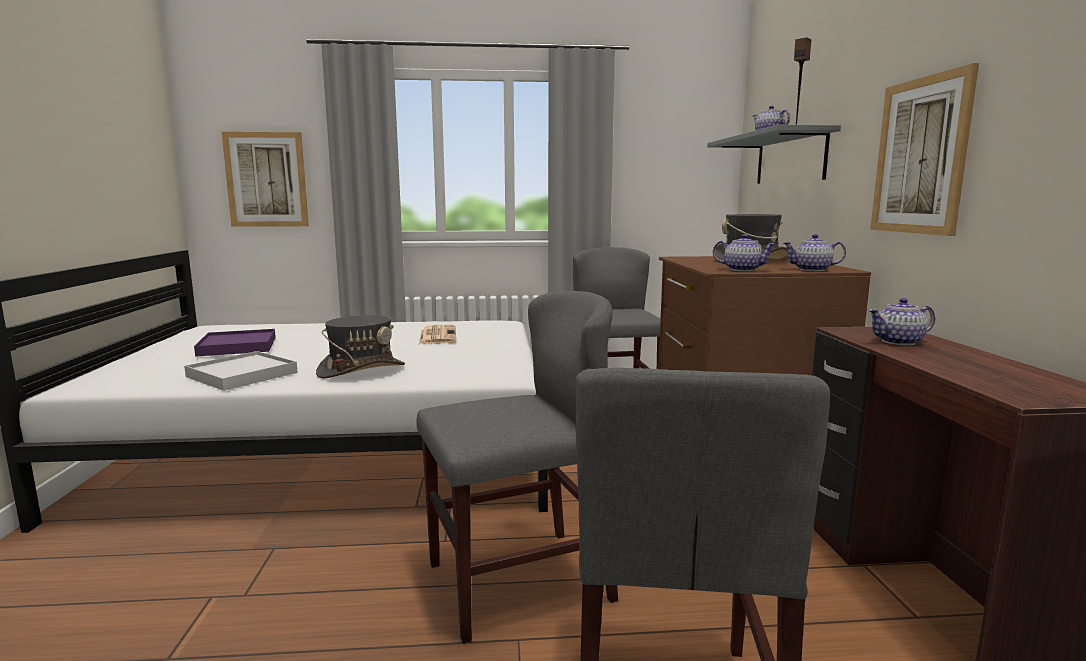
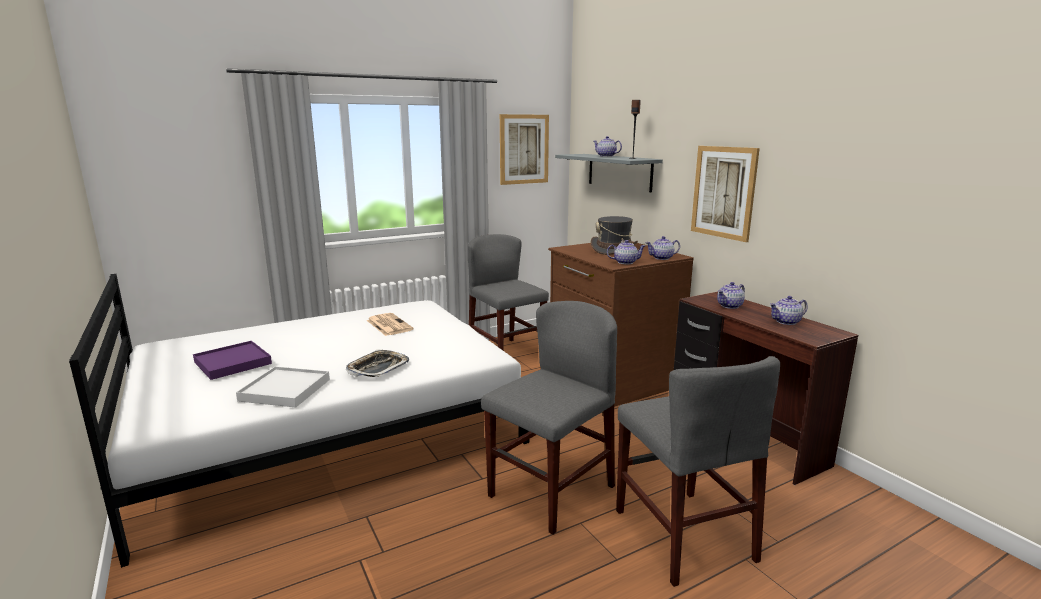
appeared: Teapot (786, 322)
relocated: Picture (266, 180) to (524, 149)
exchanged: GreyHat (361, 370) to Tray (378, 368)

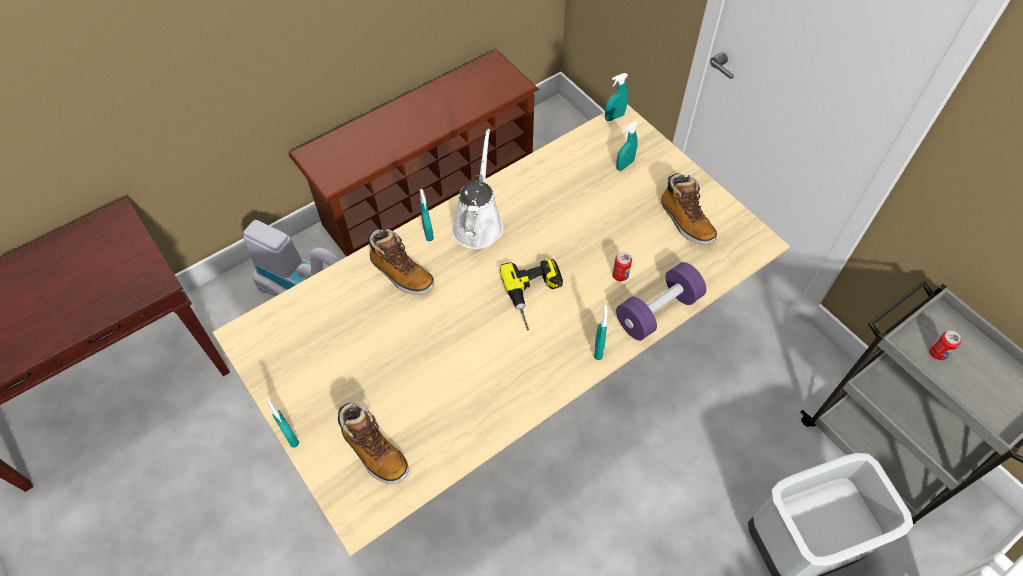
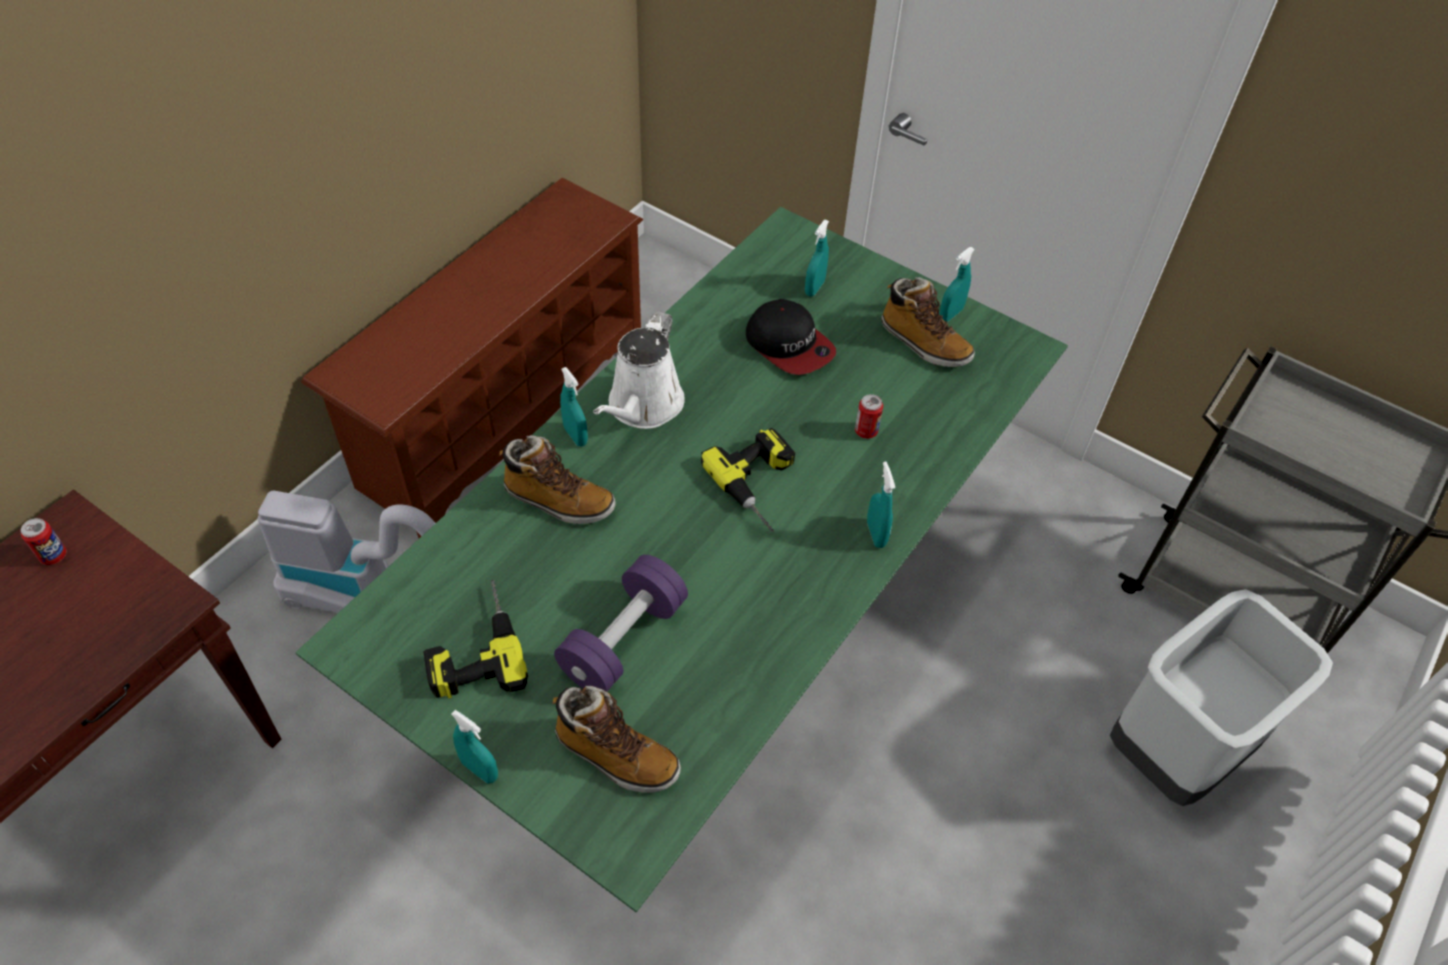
appeared: PowerDrill (472, 646); Cap (789, 345)
relocated: TurquoiseSprayBottle (614, 117) to (950, 314); PurpleDumbbell (658, 311) to (623, 640); Can (937, 353) to (53, 556)
colour: BeigeDiningTable (511, 377) to GreenDiningTable (716, 634)
spun: WhiteWateringCan (478, 223) = (642, 407) 150 degrees counterclockwise

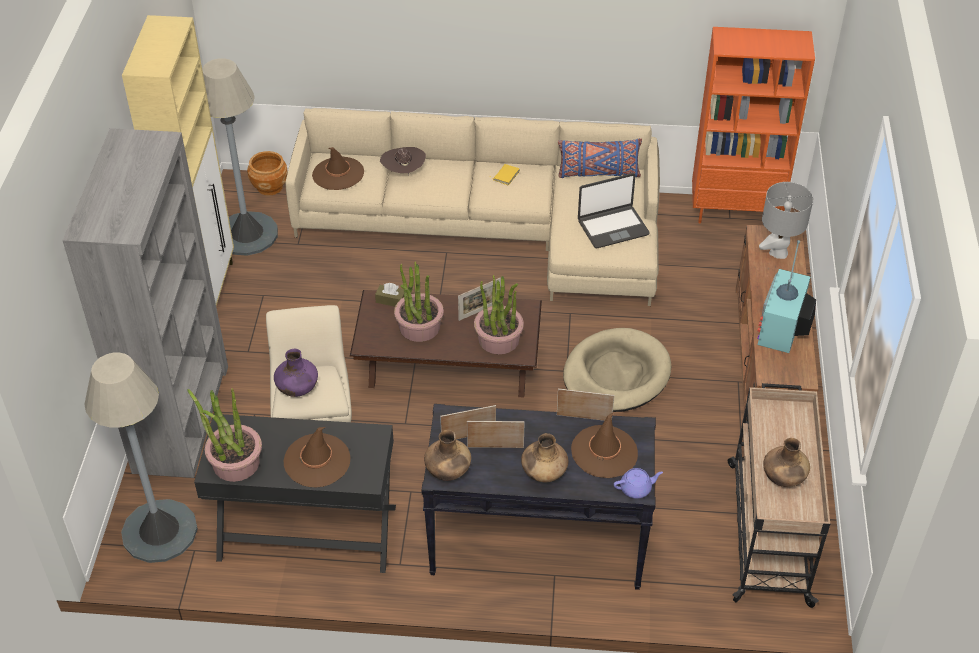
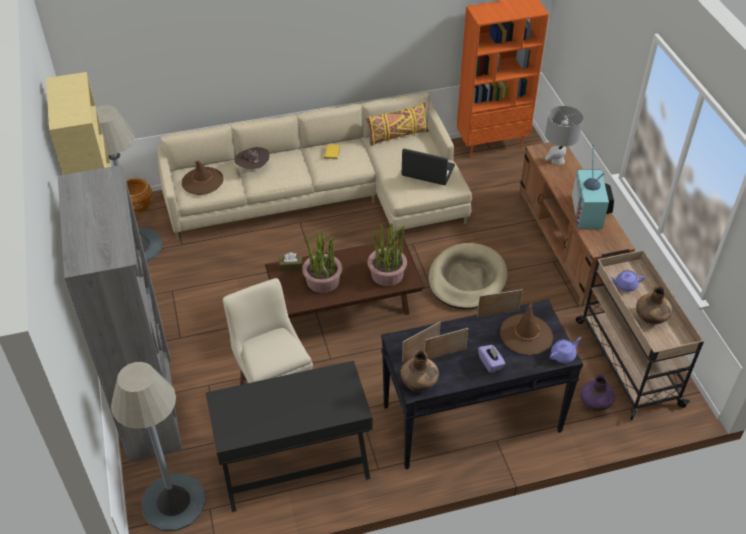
missing: PottedPlant (235, 462); BrownHat (317, 461); PictureFrame (479, 311)
appeared: PurpleTeapot (625, 285)
relocated: PurpleVase (297, 389) to (595, 403)
exchanged: BrownVase (543, 472) to PurpleTissueBox (490, 363)
colour: BluePillow (598, 173) to YellowPillow (397, 136)
spun: Laptop (612, 227) = (428, 171) 120 degrees counterclockwise

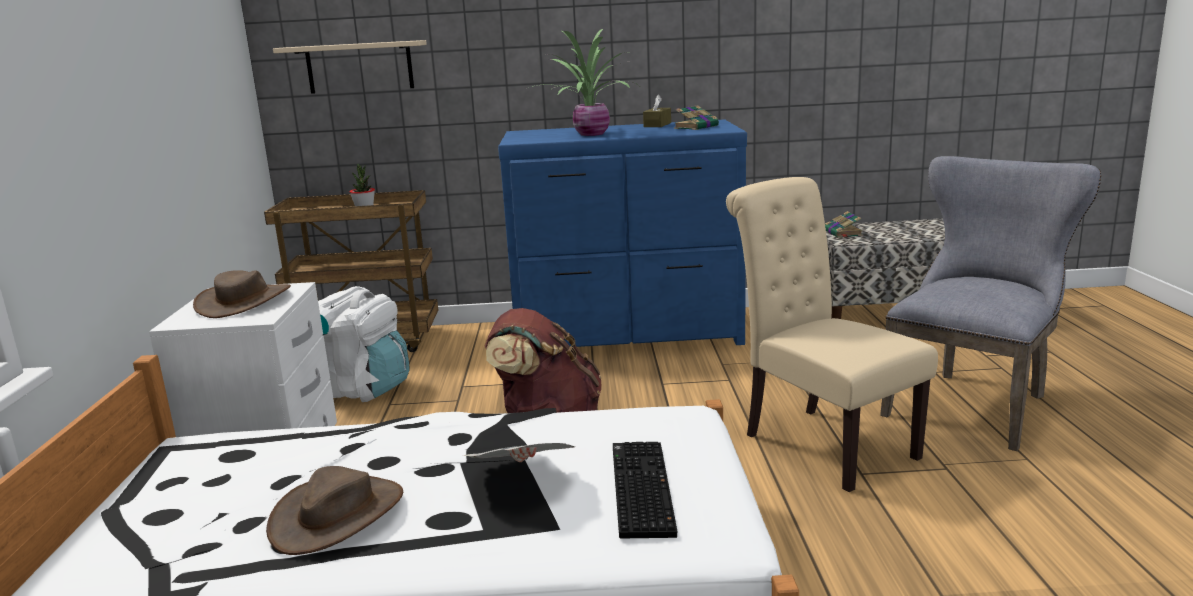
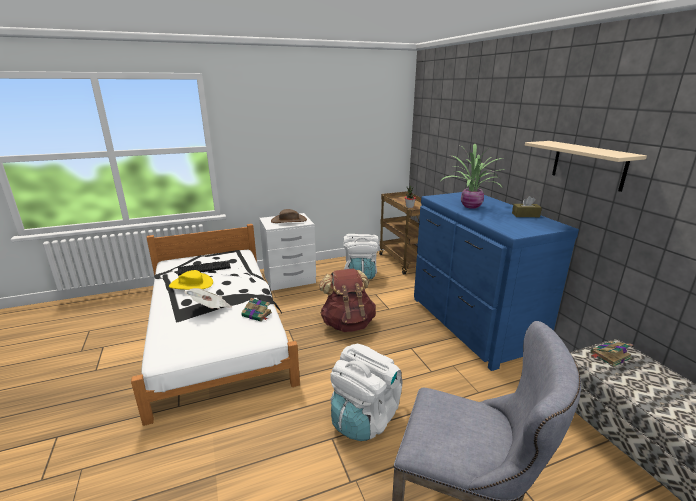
relocated: BeigeShelf (359, 67) to (588, 165); Keyboard (638, 488) to (205, 268); Book (697, 127) to (257, 315)
exchanged: BeigeChair (821, 442) to WhiteBackpack (364, 418)
colour: BrownHat (337, 515) to YellowHat (191, 284)

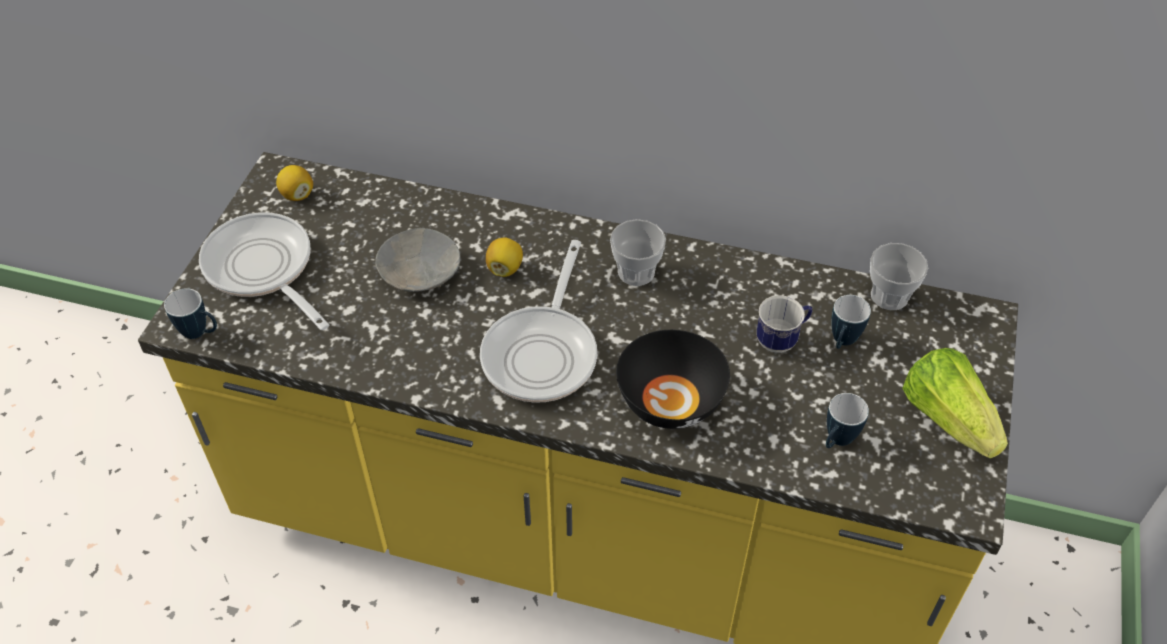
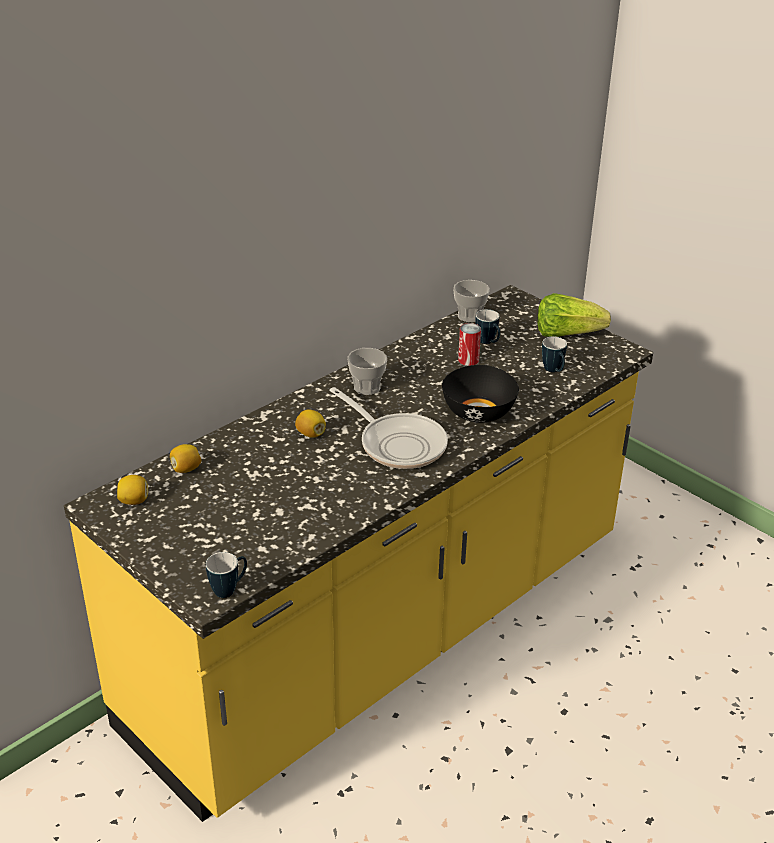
missing: FryingPan (263, 269); GreyBowl (419, 273)
appeared: Lemon (186, 469)
exchanged: Mug (781, 340) to Can (468, 360)

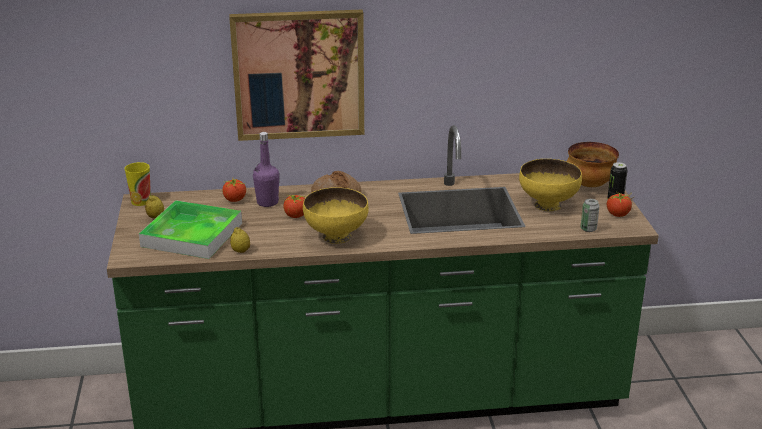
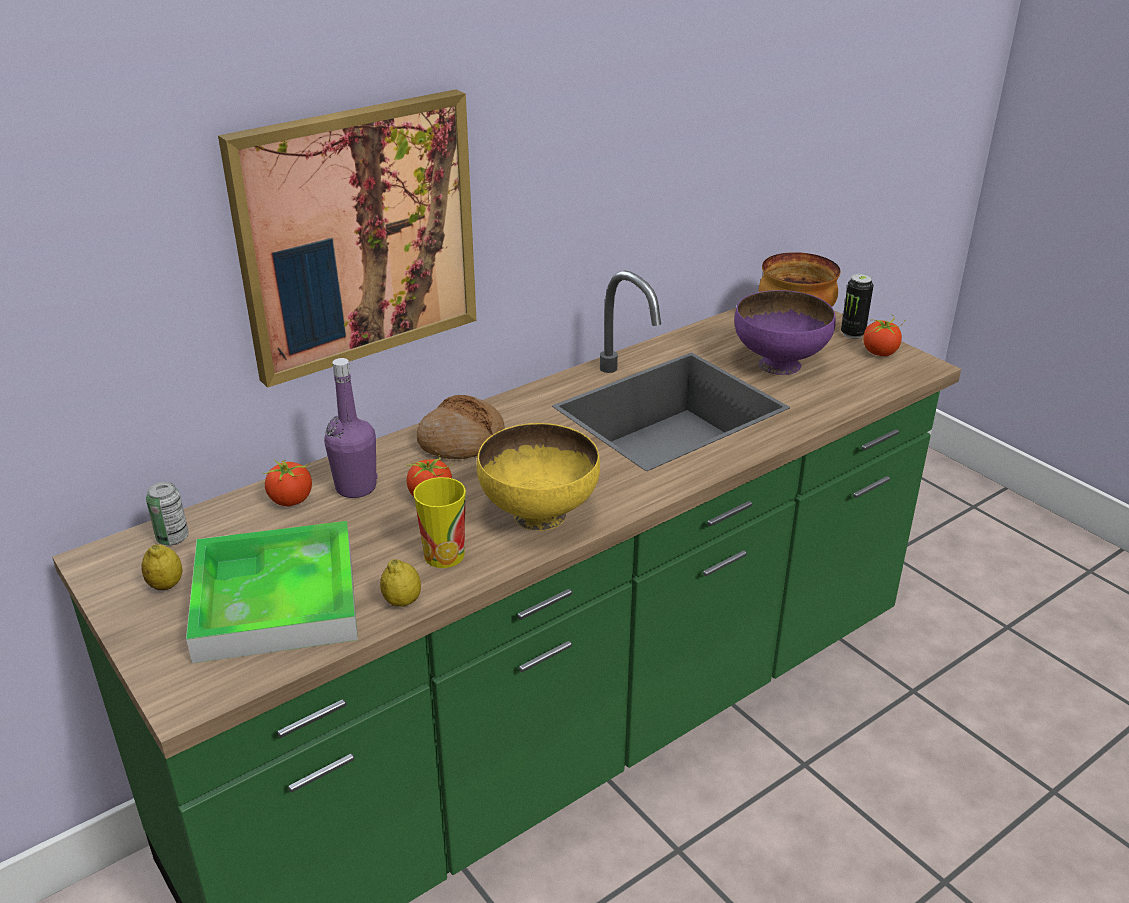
relocated: Cup (141, 201) to (444, 555); Can (588, 229) to (172, 538)
colour: YellowBowl (548, 205) to PurpleBowl (779, 364)

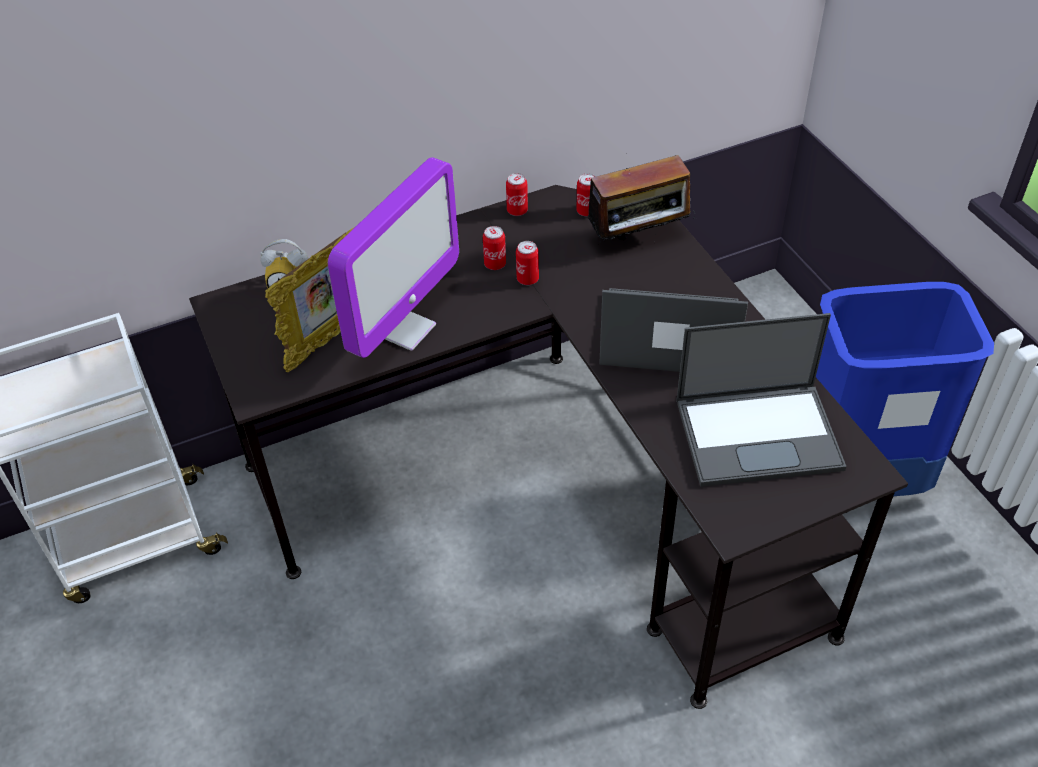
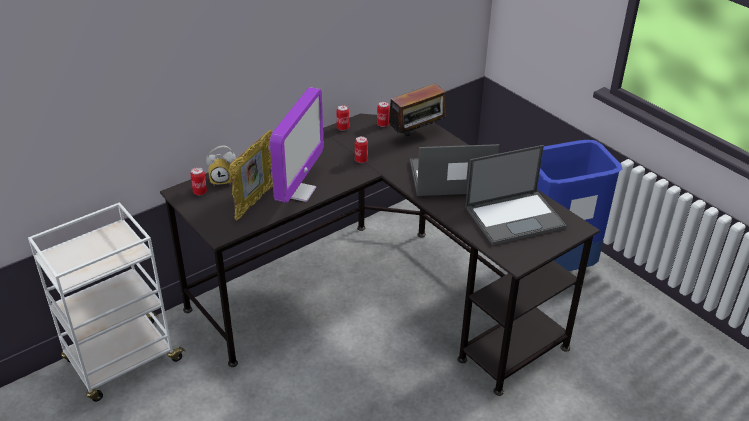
relocated: Can (495, 264) to (200, 192)

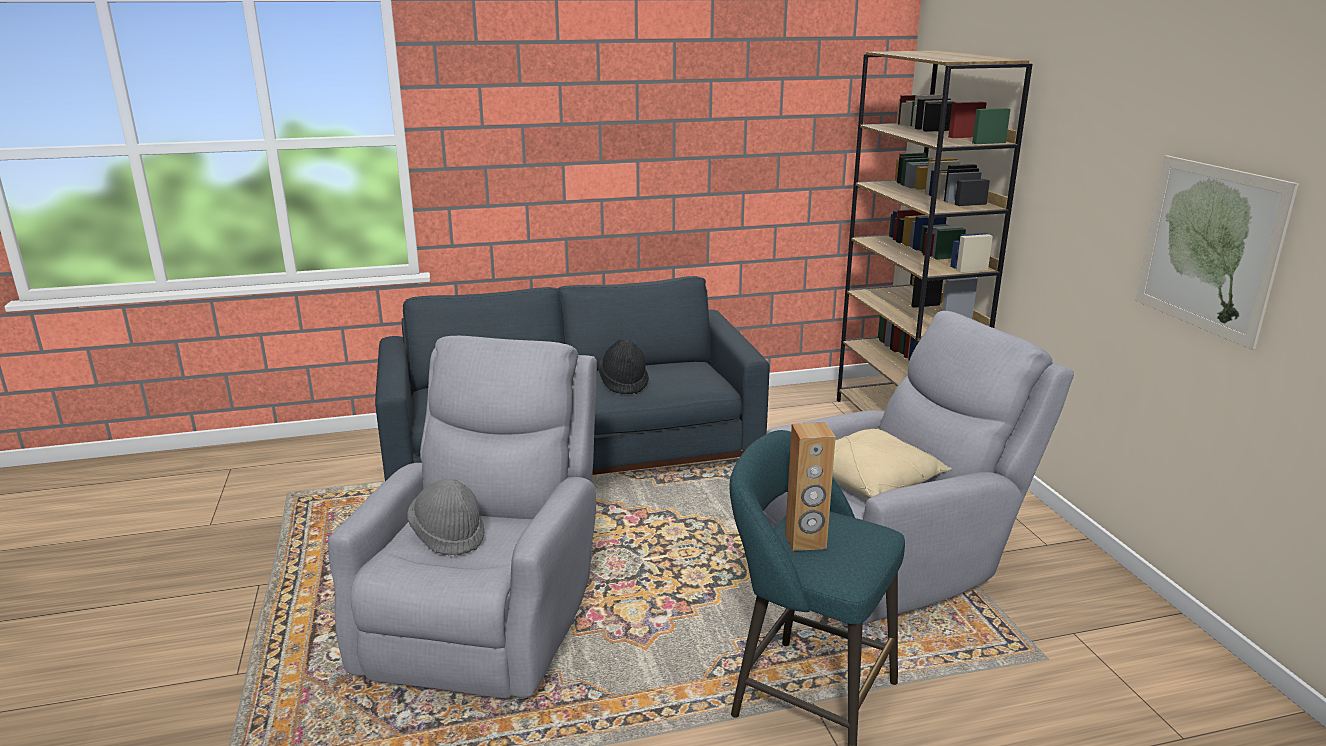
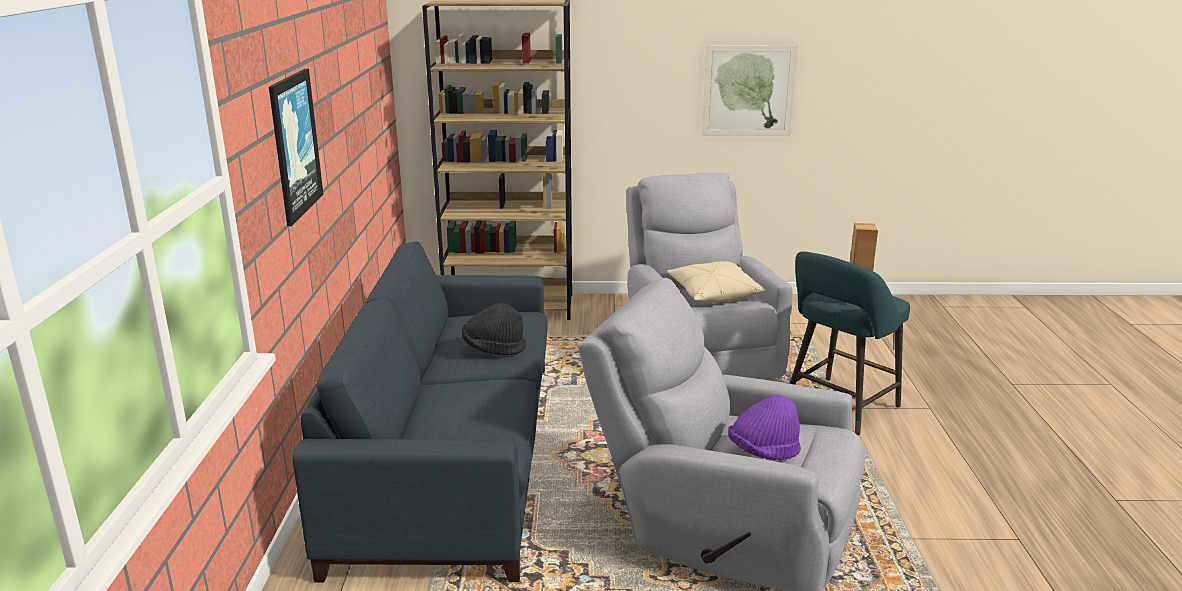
appeared: Picture (294, 145)
colour: GreyHat (448, 535) to PurpleHat (763, 452)

